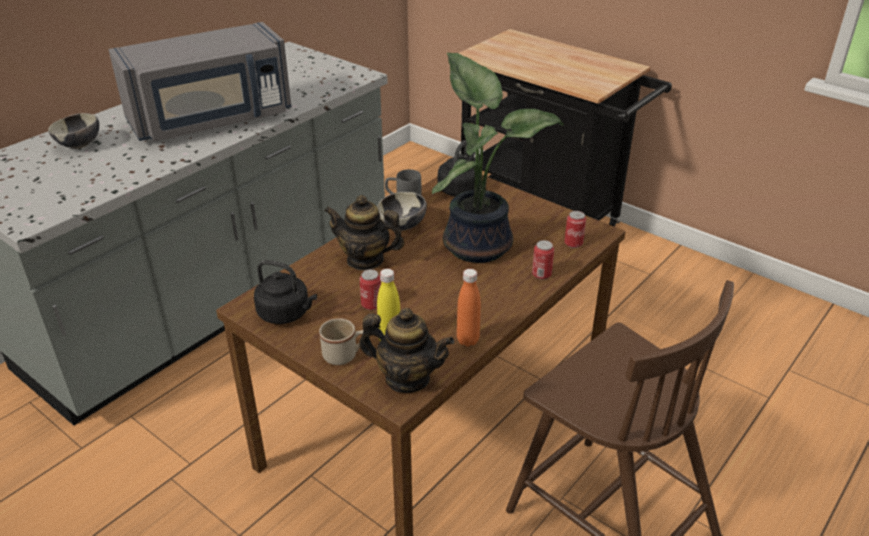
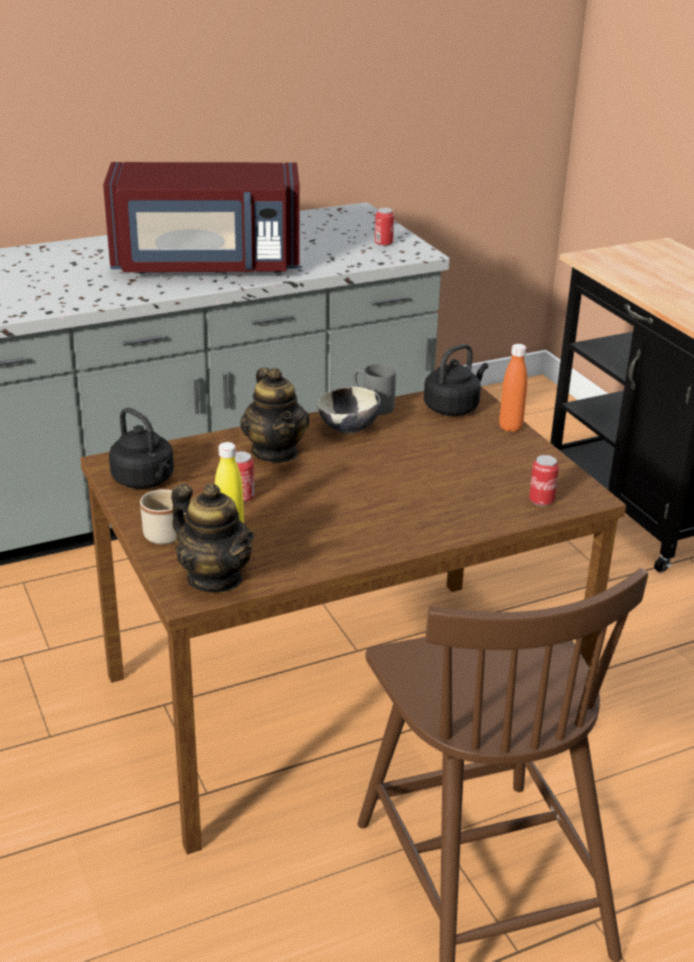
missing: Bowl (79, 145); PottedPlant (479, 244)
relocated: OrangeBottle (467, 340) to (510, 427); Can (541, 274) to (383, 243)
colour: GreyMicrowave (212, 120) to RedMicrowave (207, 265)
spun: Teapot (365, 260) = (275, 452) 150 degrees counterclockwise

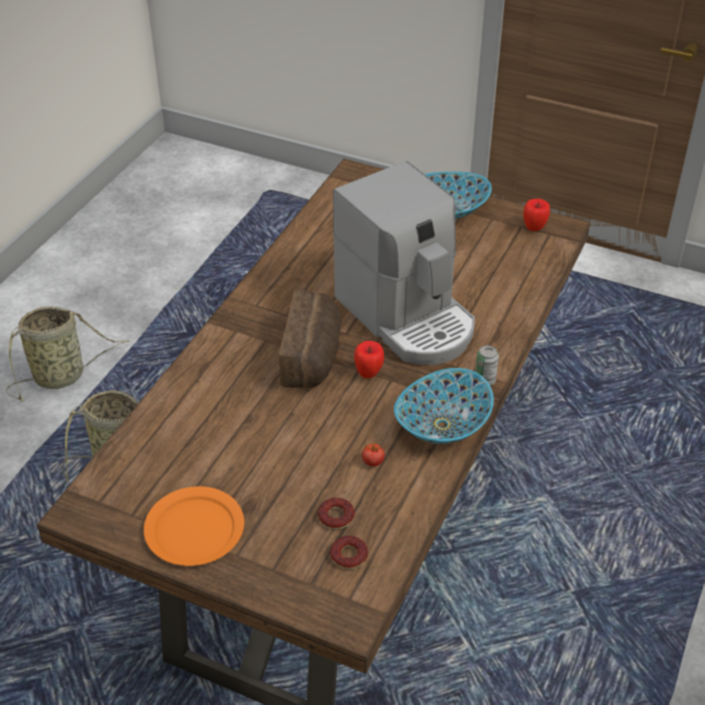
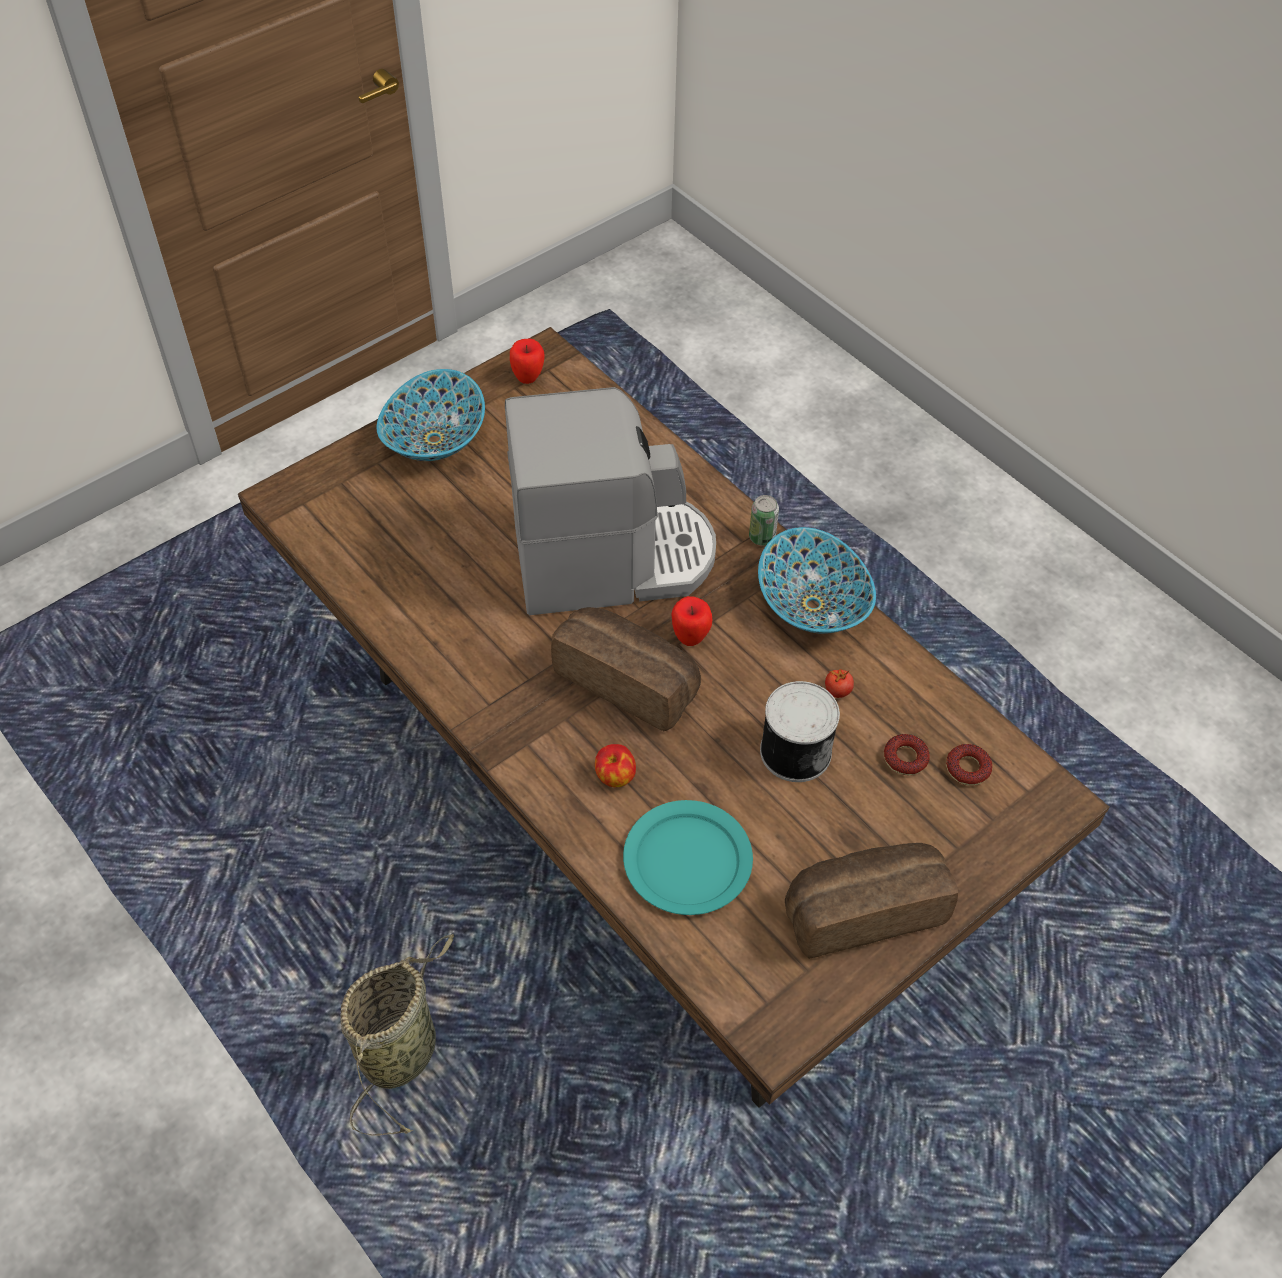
missing: Basket (63, 376)
appeared: Apple (615, 777); TurquoisePlate (688, 861); Can (794, 750)
exchanged: OrangePlate (194, 530) to Bread (863, 908)

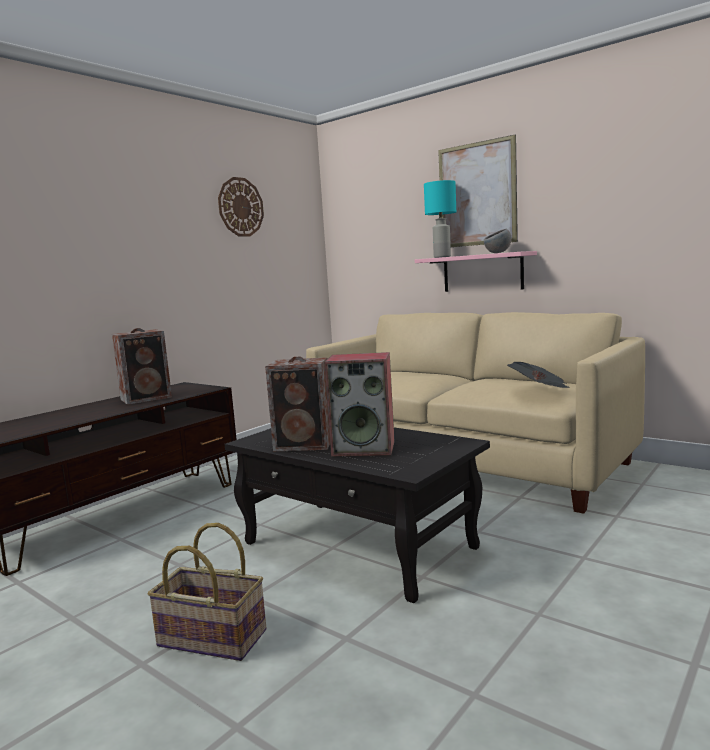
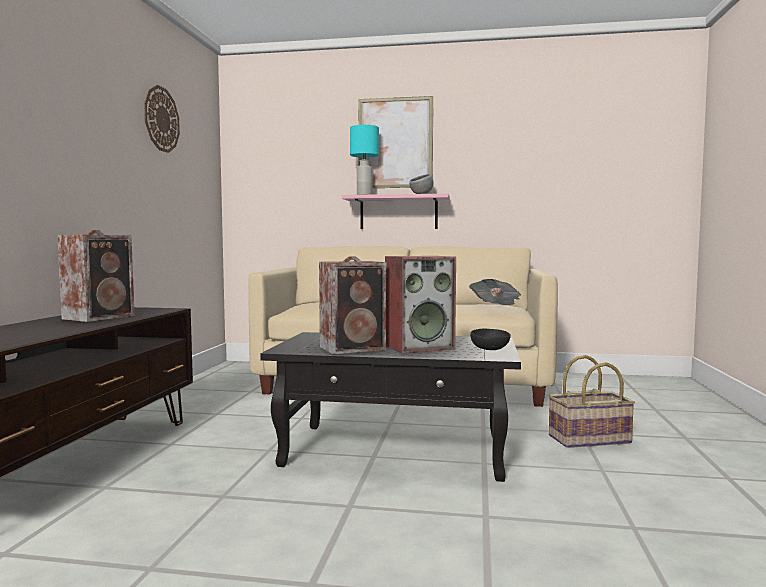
appeared: BlackBowl (491, 349)
relocated: Basket (210, 639) to (589, 439)

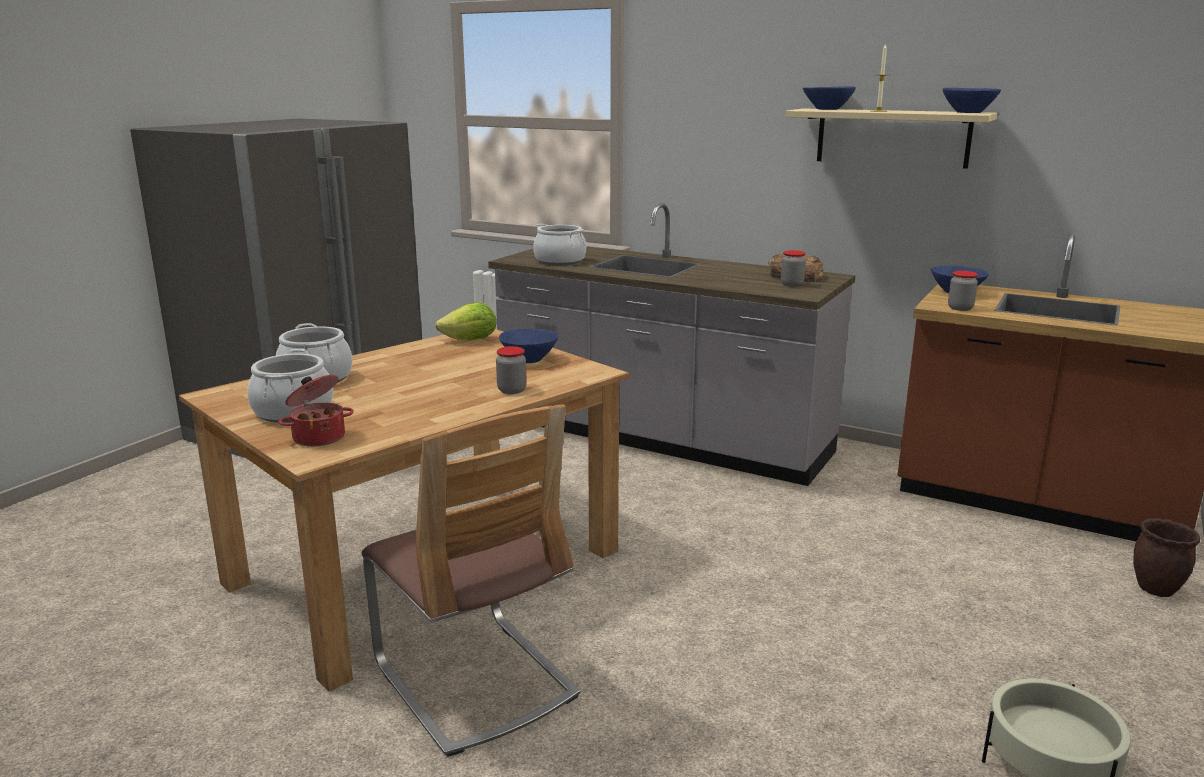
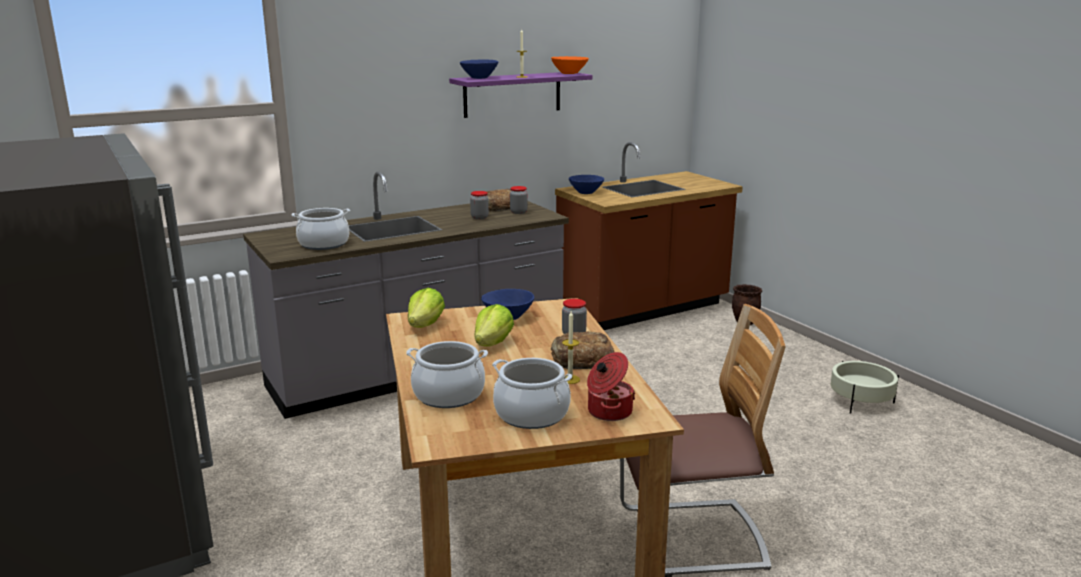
appeared: Lettuce (493, 343); Bread (581, 359); Candle (570, 379)
relocated: Jar (960, 308) to (479, 217)
colour: BeigeShelf (892, 137) to PurpleShelf (512, 94); BlueBowl (968, 112) to OrangeBowl (569, 73)

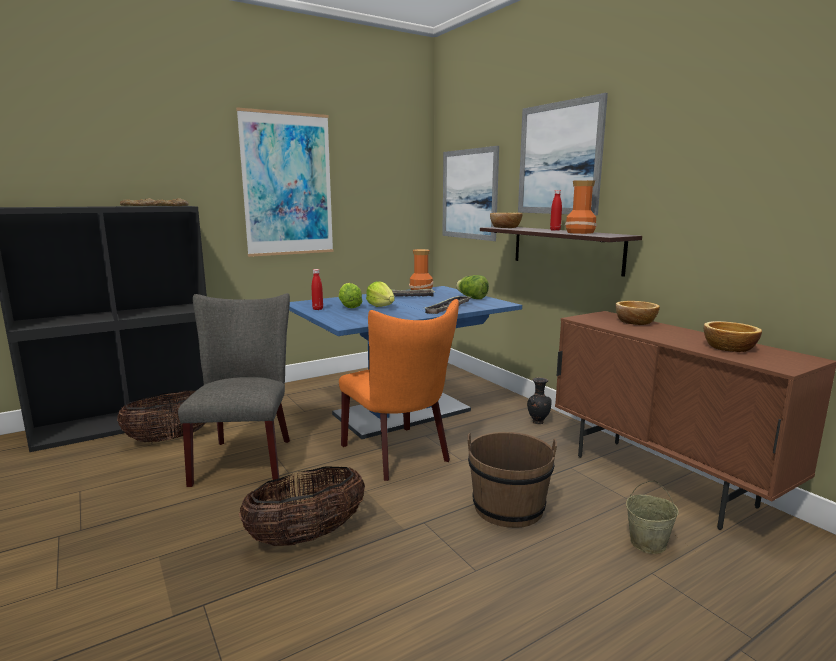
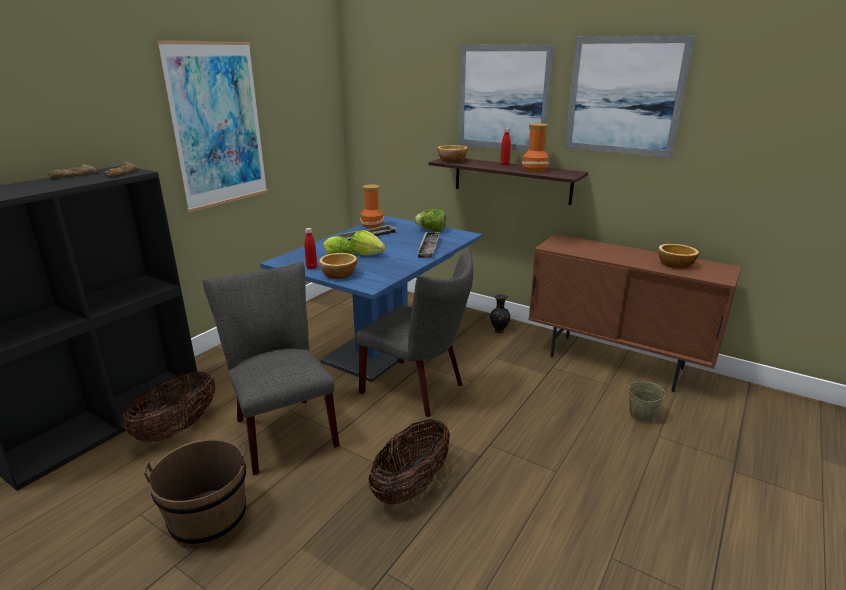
relocated: Picture (469, 194) to (624, 96); BrownBucket (508, 508) to (208, 519); Bowl (636, 322) to (339, 274)
colour: OrangeChair (399, 455) to GreyChair (418, 389)

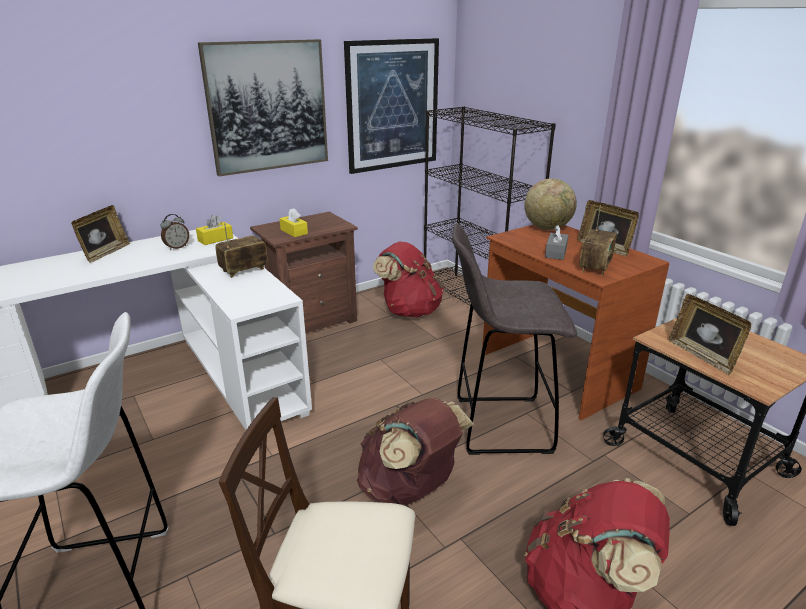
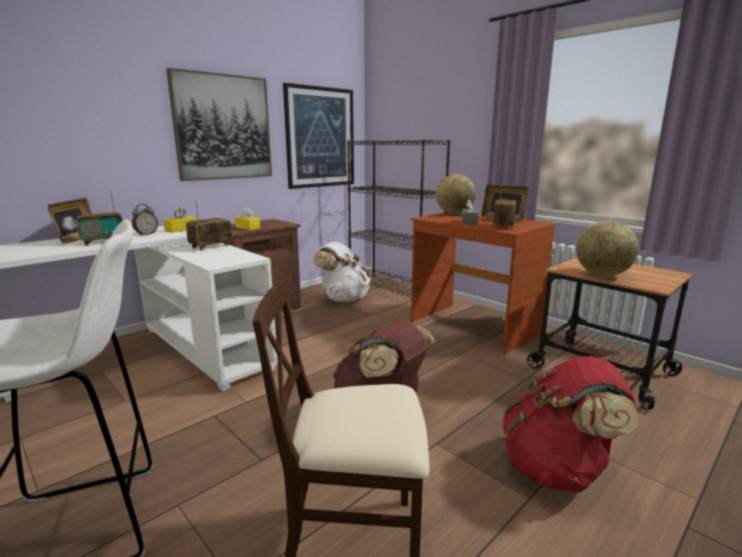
missing: GreyStool (498, 425)
appeared: Radio (103, 242)
exchanged: PictureFrame (702, 356) to Globe (603, 275)
colour: RedBackpack (409, 310) to WhiteBackpack (343, 298)

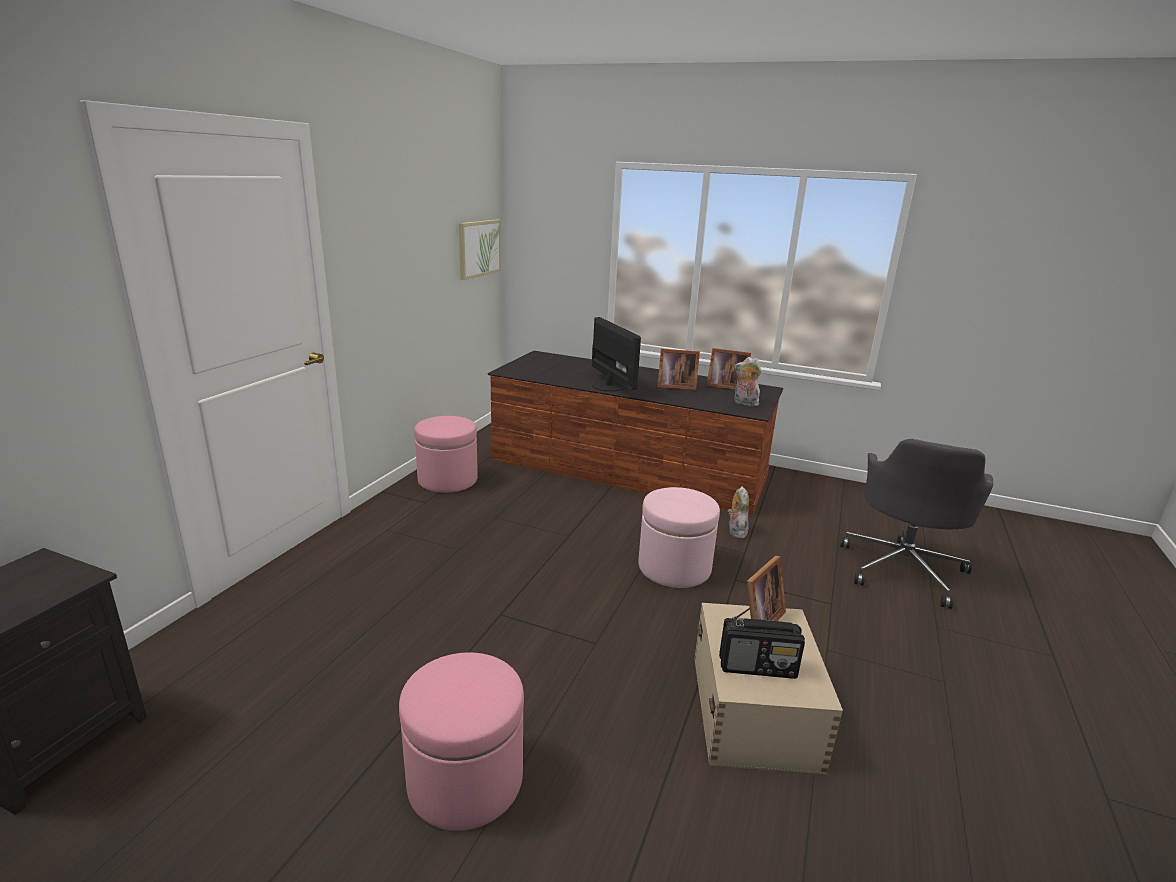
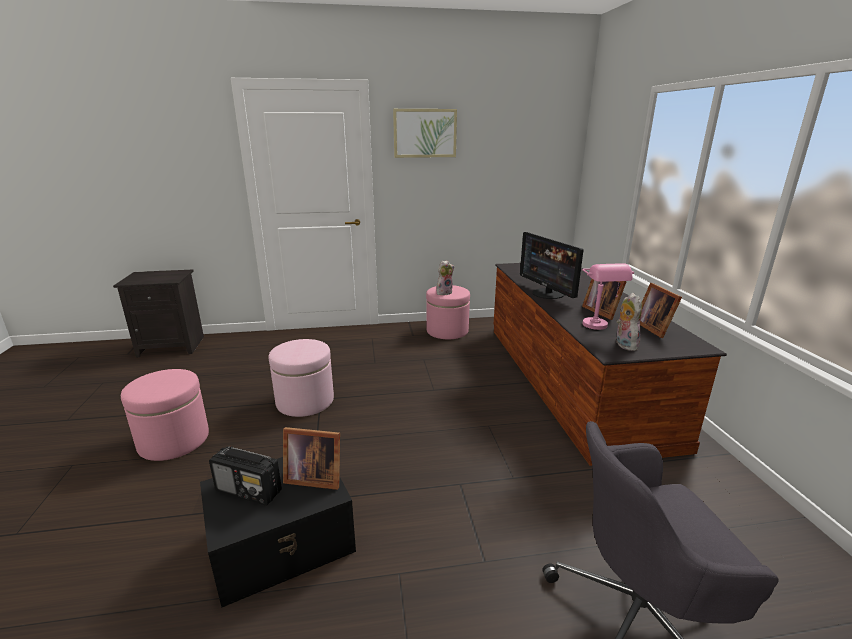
appeared: PinkTableLamp (599, 328)
relocated: Picture (479, 248) to (425, 133); PinkOttoman (674, 567) to (305, 401); PlushToy (735, 531) to (444, 292)
colour: BeigeStorageBox (754, 709) to BlackStorageBox (284, 541)
spun: Monitor (609, 385) = (548, 293) 120 degrees clockwise; Radio (758, 667) = (249, 491) 45 degrees counterclockwise

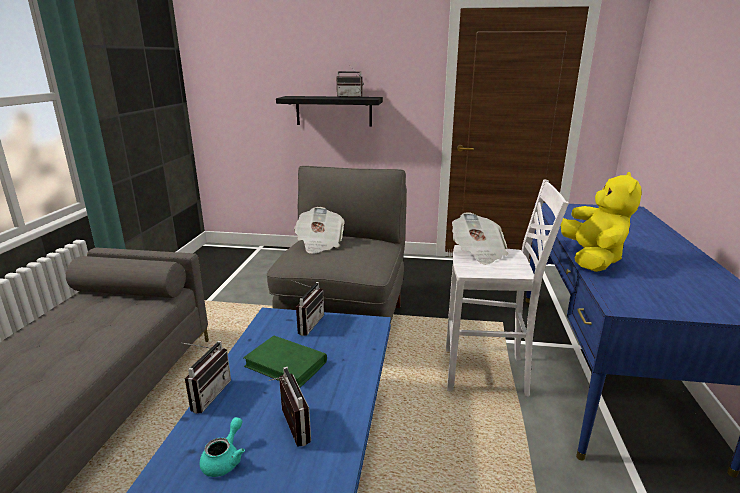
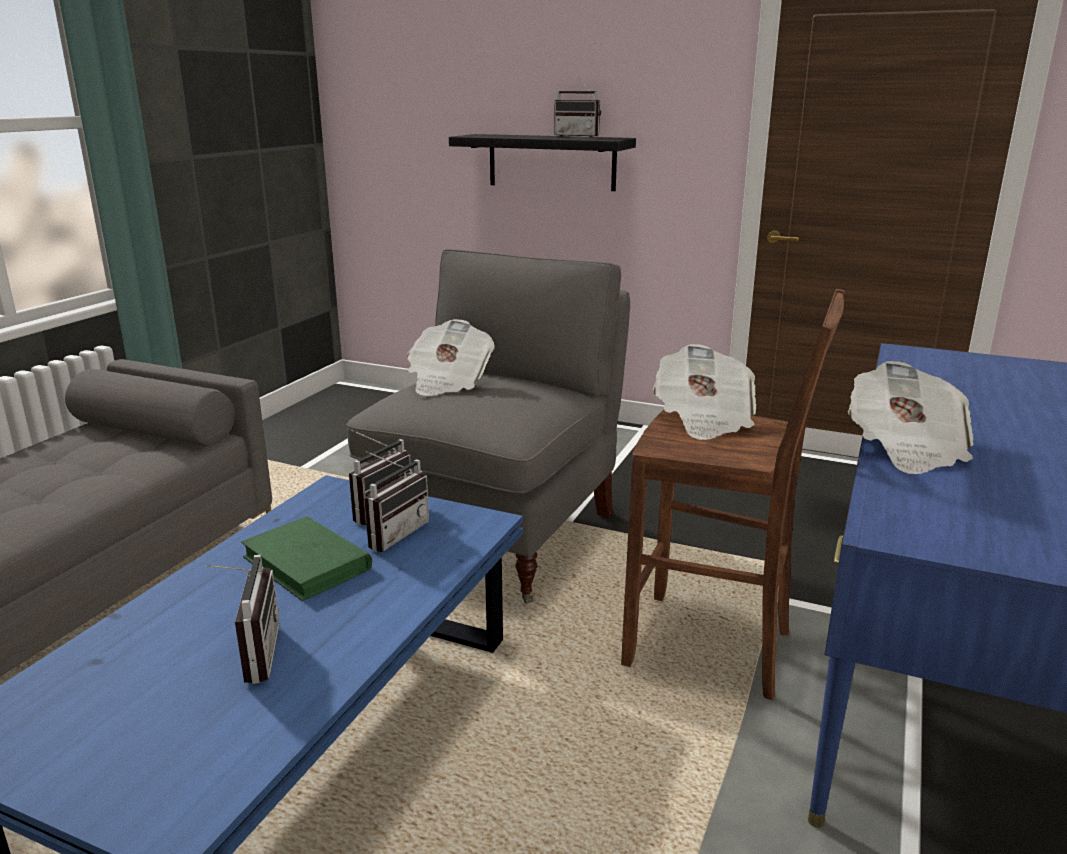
missing: TurquoiseTeapot (225, 459)
relocated: Radio (206, 394) to (393, 533)
exchanged: YellowPlushToy (592, 259) to Newspaper (905, 449)
colour: WhiteStool (487, 373) to BrownStool (712, 648)

